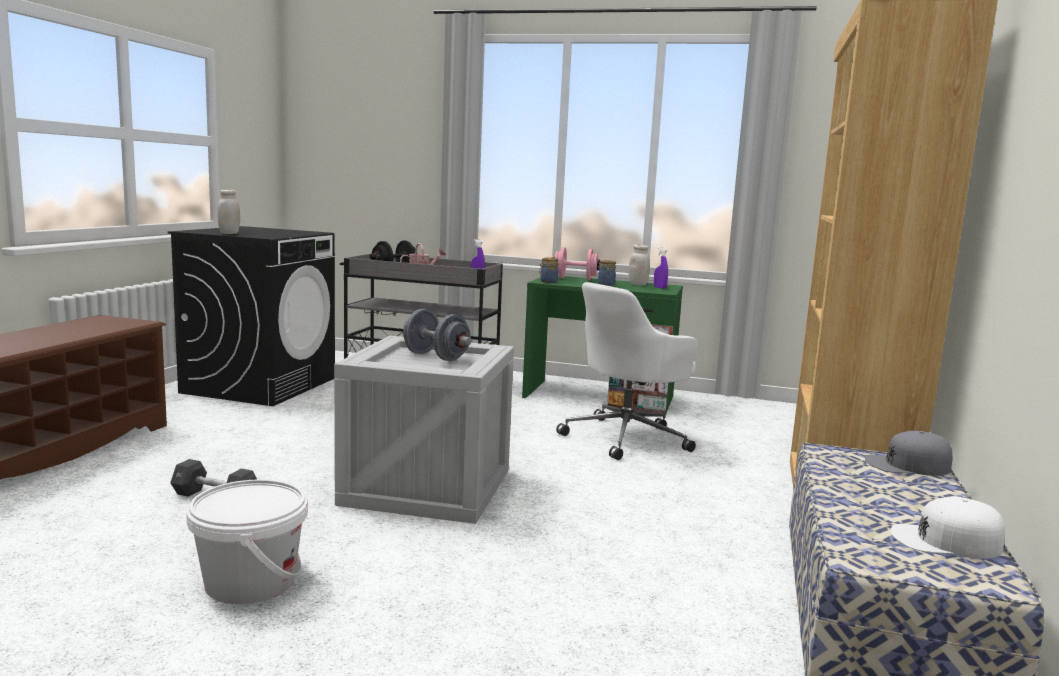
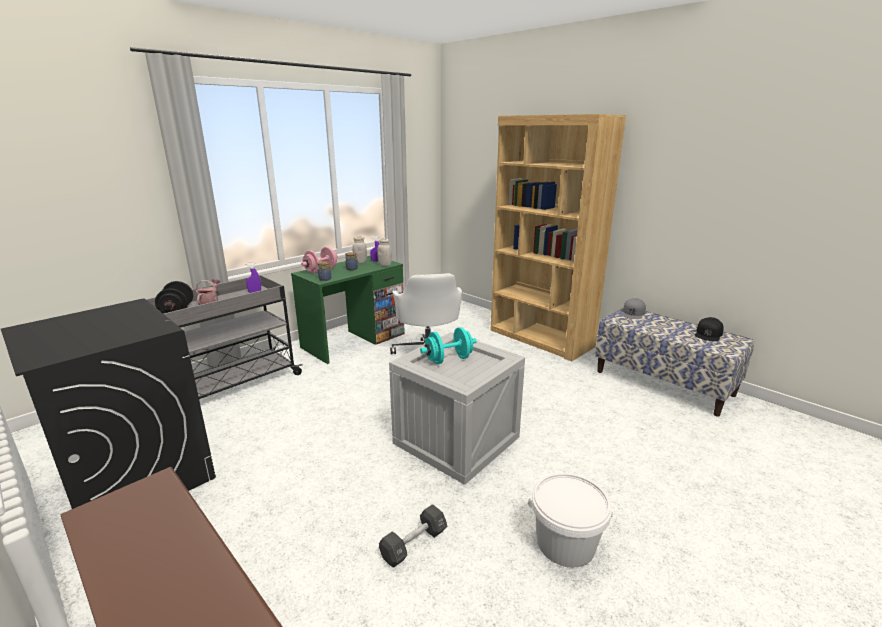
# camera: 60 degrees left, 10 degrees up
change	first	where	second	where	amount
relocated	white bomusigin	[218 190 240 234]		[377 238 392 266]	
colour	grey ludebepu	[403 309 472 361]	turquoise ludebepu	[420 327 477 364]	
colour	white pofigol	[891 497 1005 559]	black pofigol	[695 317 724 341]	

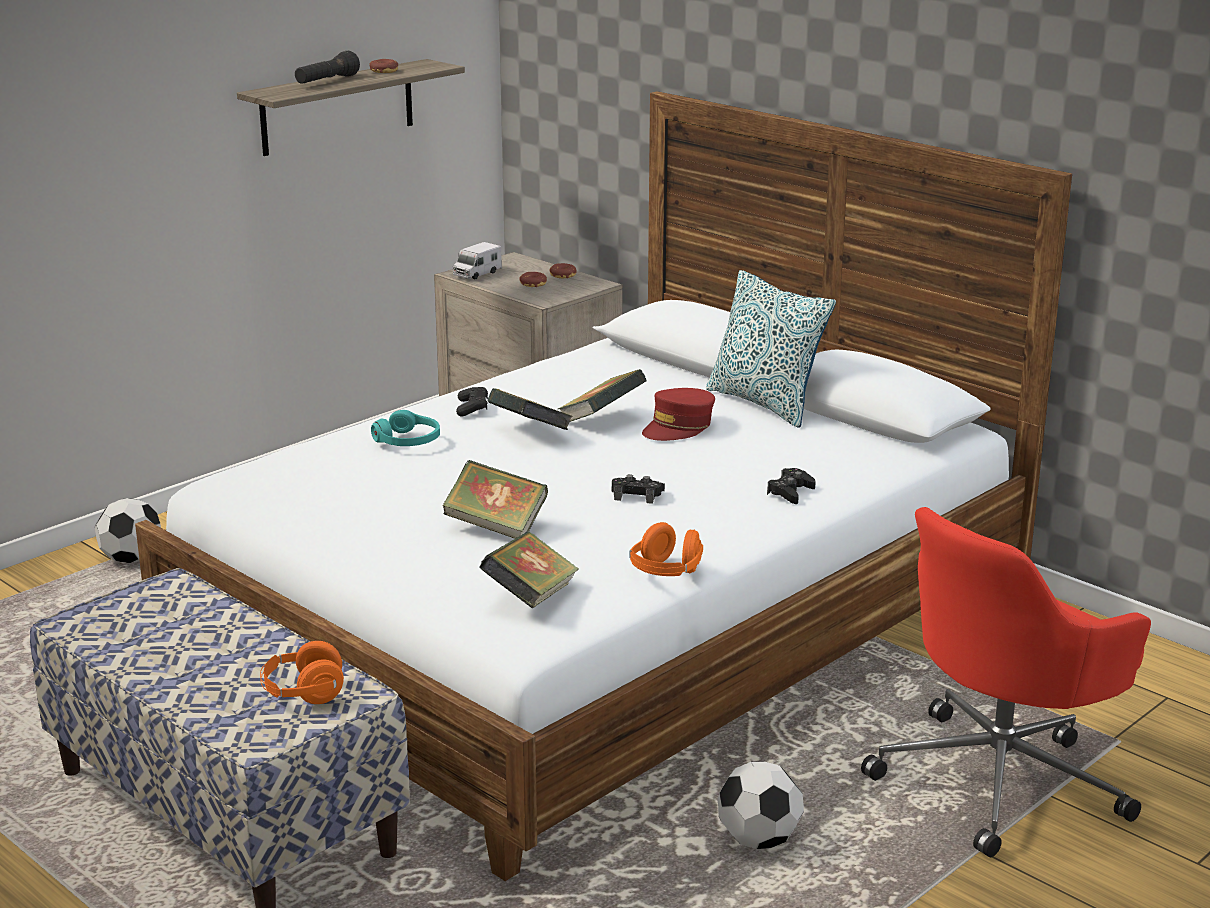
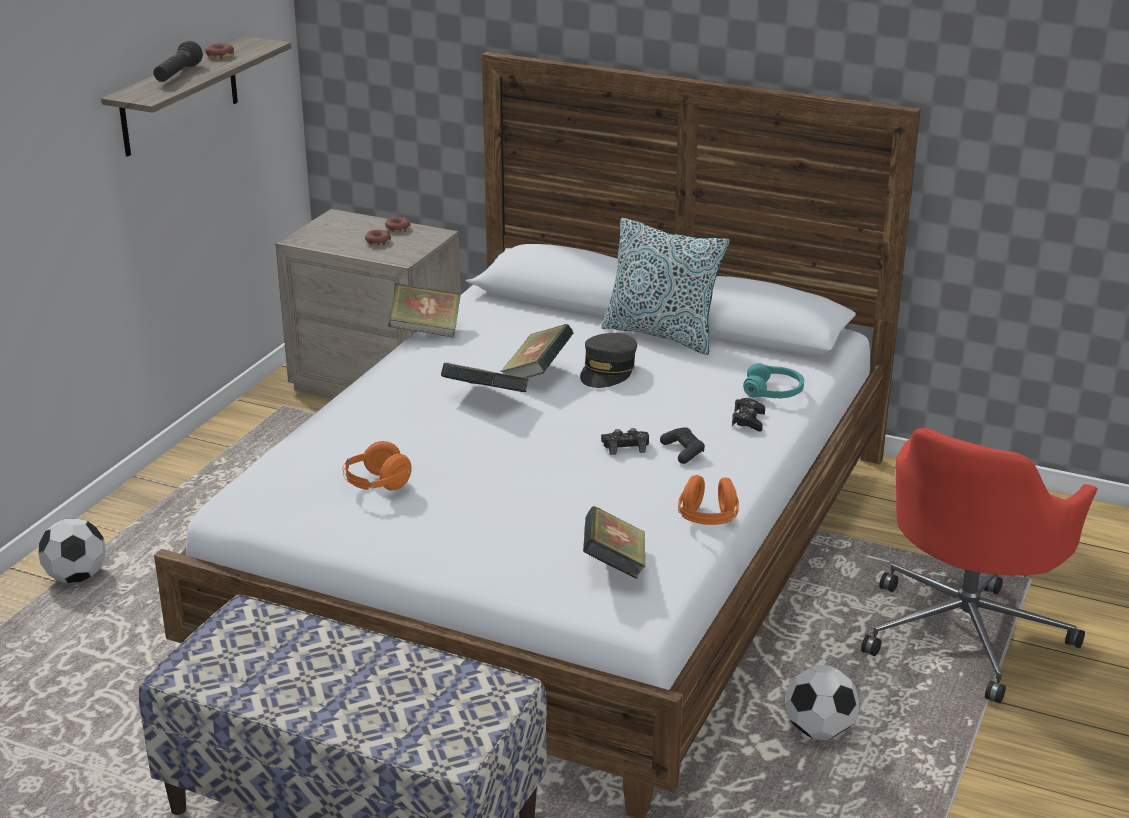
# camera: 20 degrees left, 5 degrees up
change	first	where	second	where	amount
missing	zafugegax	[453 242 502 279]			
relocated	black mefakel	[456 387 488 417]		[660 427 705 464]	
colour	red pofigol	[642 388 715 441]	grey pofigol	[580 333 637 388]	
relocated	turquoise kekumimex	[371 410 440 446]		[743 363 804 398]	
relocated	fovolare	[443 460 548 539]		[388 283 461 338]	
relocated	orange kekumimex	[260 641 344 704]		[343 441 412 490]	

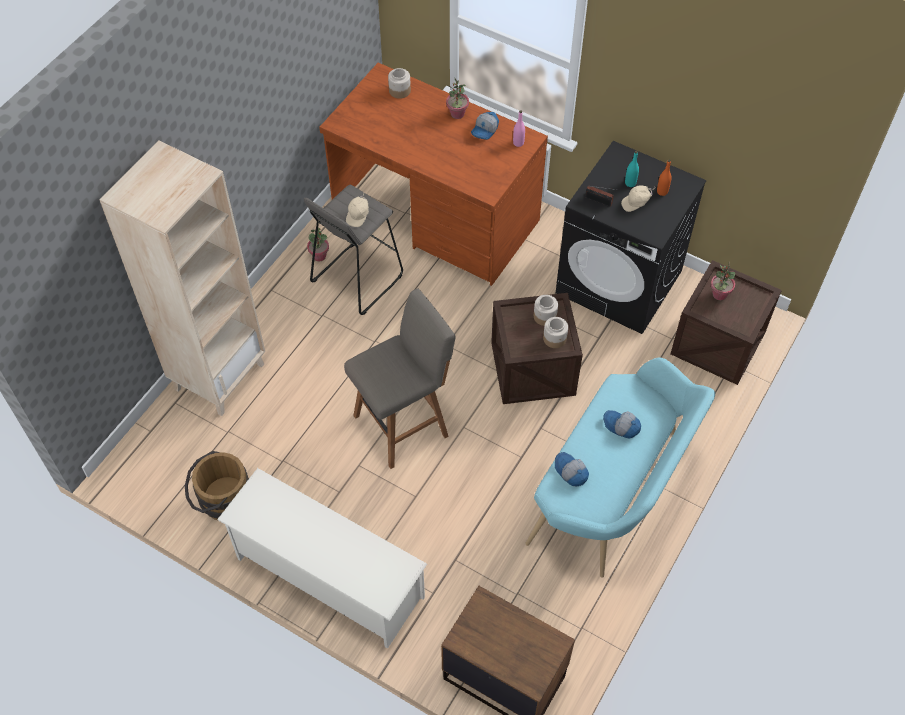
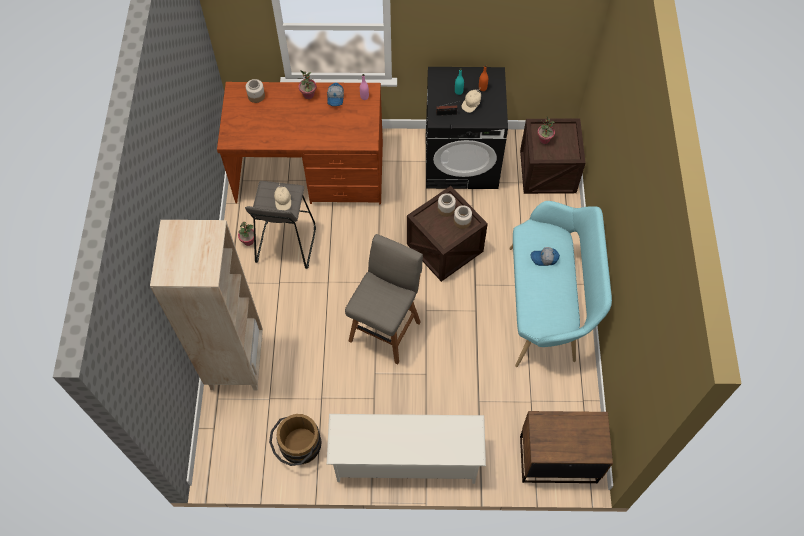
# camera: 30 degrees left, 5 degrees up
change	first	where	second	where	amount
missing	pofigol	[555 452 589 486]			

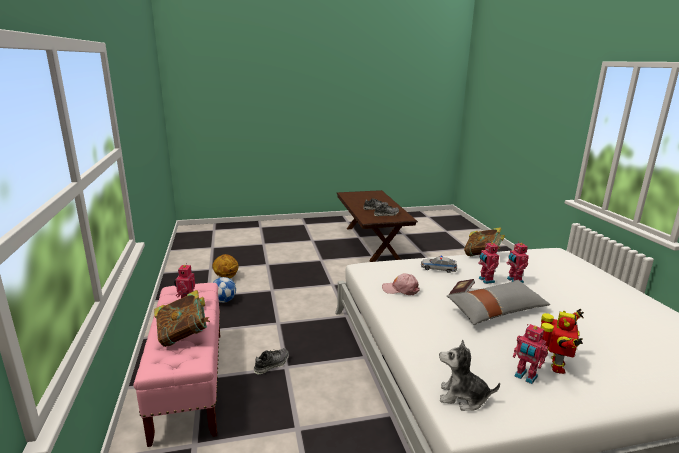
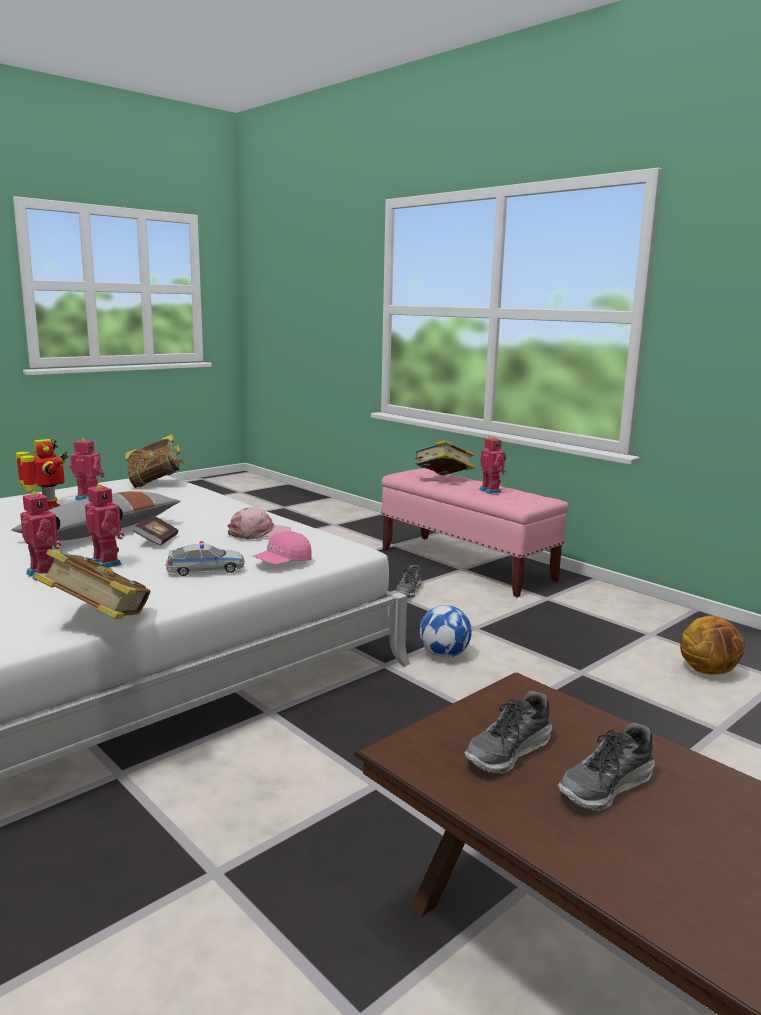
# camera: 150 degrees right, 5 degrees down
change	first	where	second	where	amount
relocated	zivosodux	[213 277 236 303]		[419 605 472 658]	
spun	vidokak	[541 309 584 374]		[15 439 69 510]	150 degrees clockwise
exchanged	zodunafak	[439 340 500 411]	fovolare	[125 434 184 488]	
appeared			pink pofigol	[253 531 311 565]	

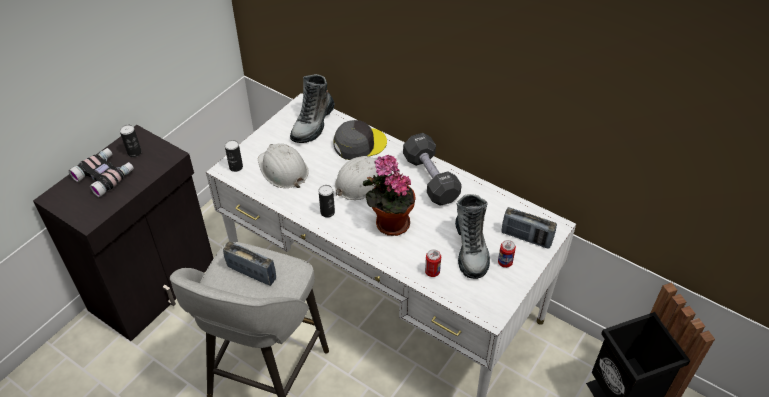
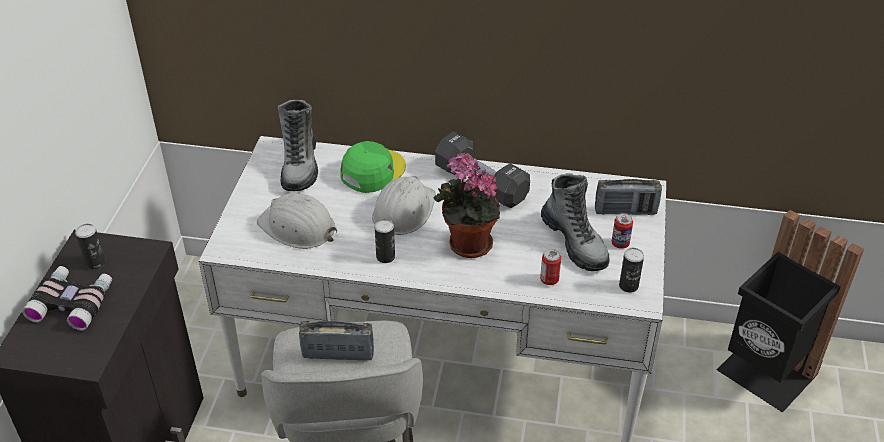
# camera: 25 degrees left, 5 degrees down
change	first	where	second	where	amount
colour	grey pofigol	[334 120 387 160]	green pofigol	[341 141 406 193]	
relocated	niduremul	[225 140 243 172]		[619 248 644 293]	

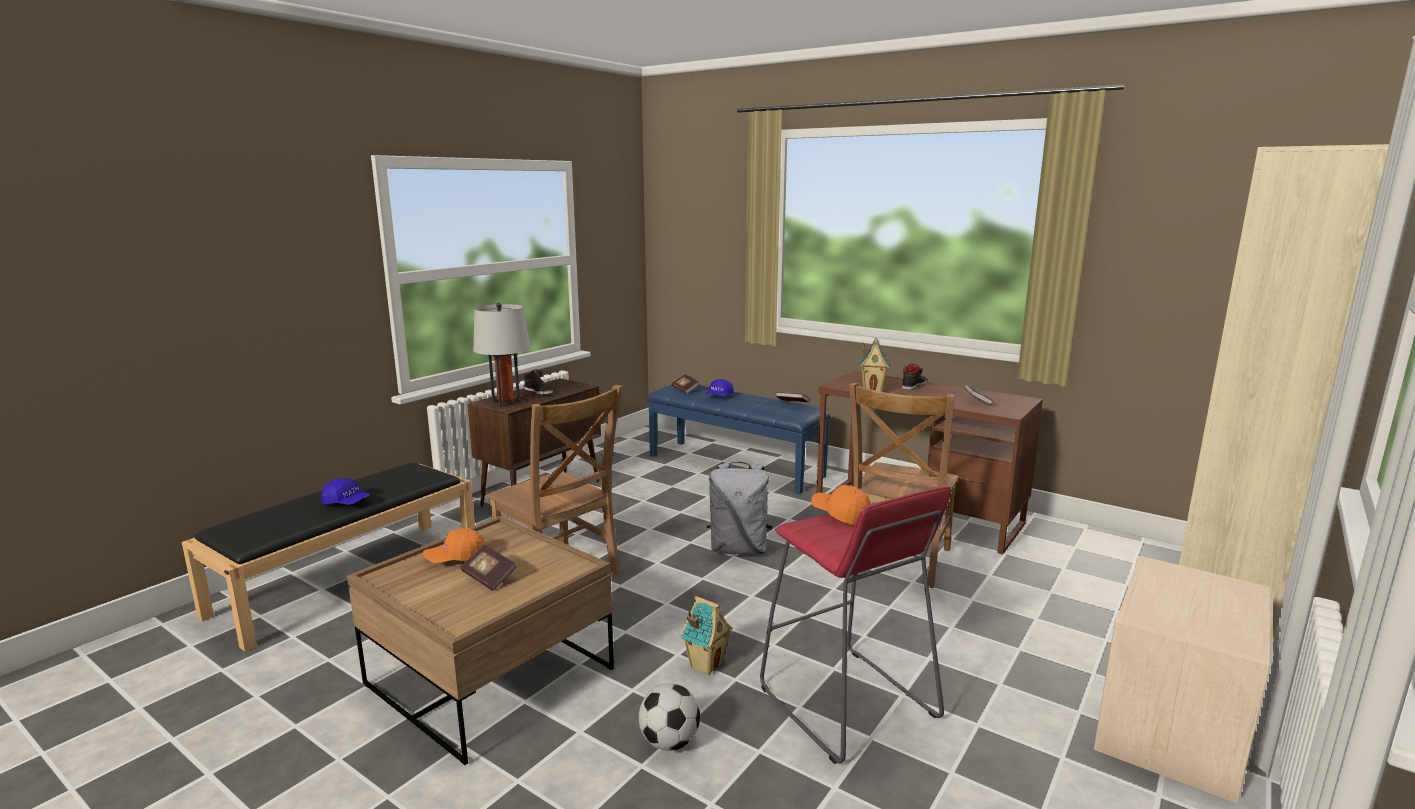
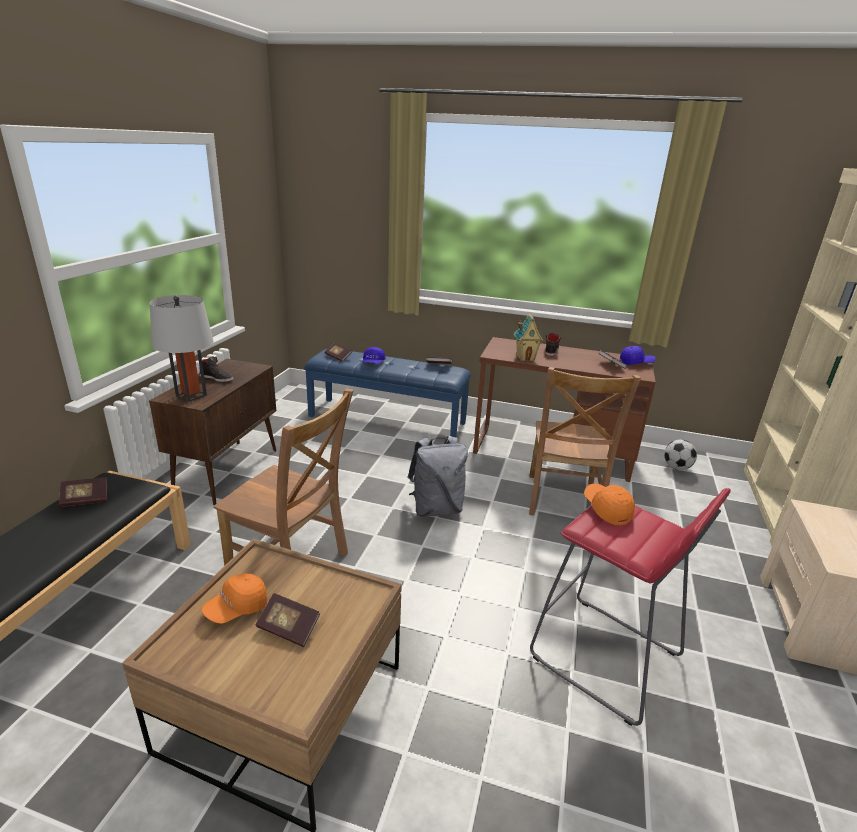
# camera: 20 degrees left, 10 degrees up
change	first	where	second	where	amount
relocated	blue pofigol	[321 478 371 505]		[620 346 656 365]	
spun	orange pofigol	[811 485 871 525]		[584 484 635 525]	45 degrees clockwise
missing	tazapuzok	[680 596 733 675]			
relocated	zivosodux	[639 683 700 751]		[664 440 697 470]	
appeared			fovolare	[59 477 107 507]	

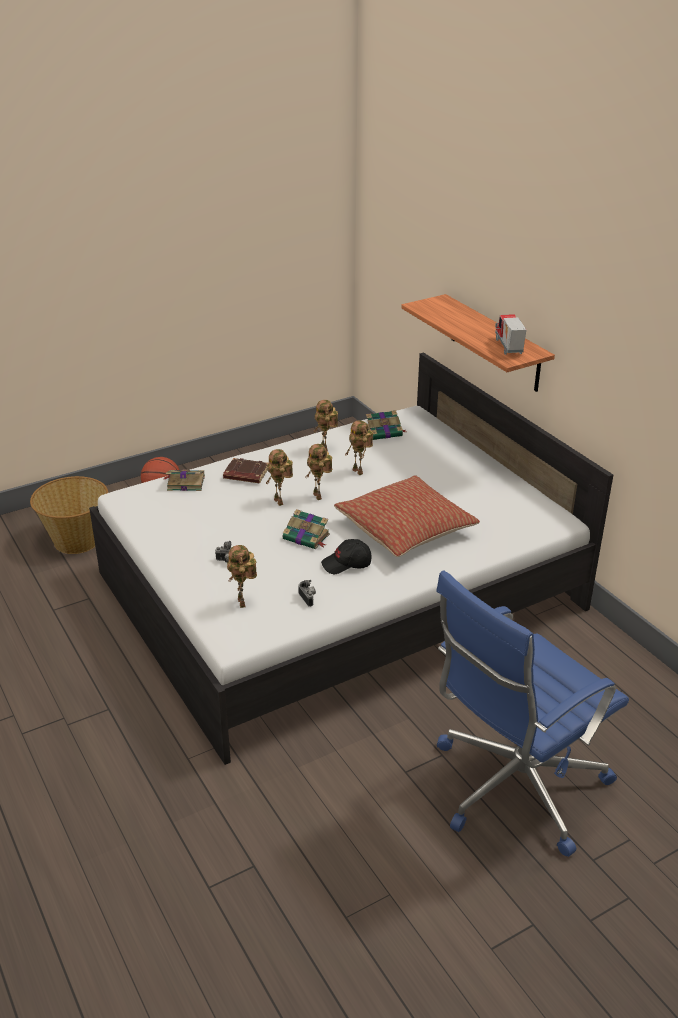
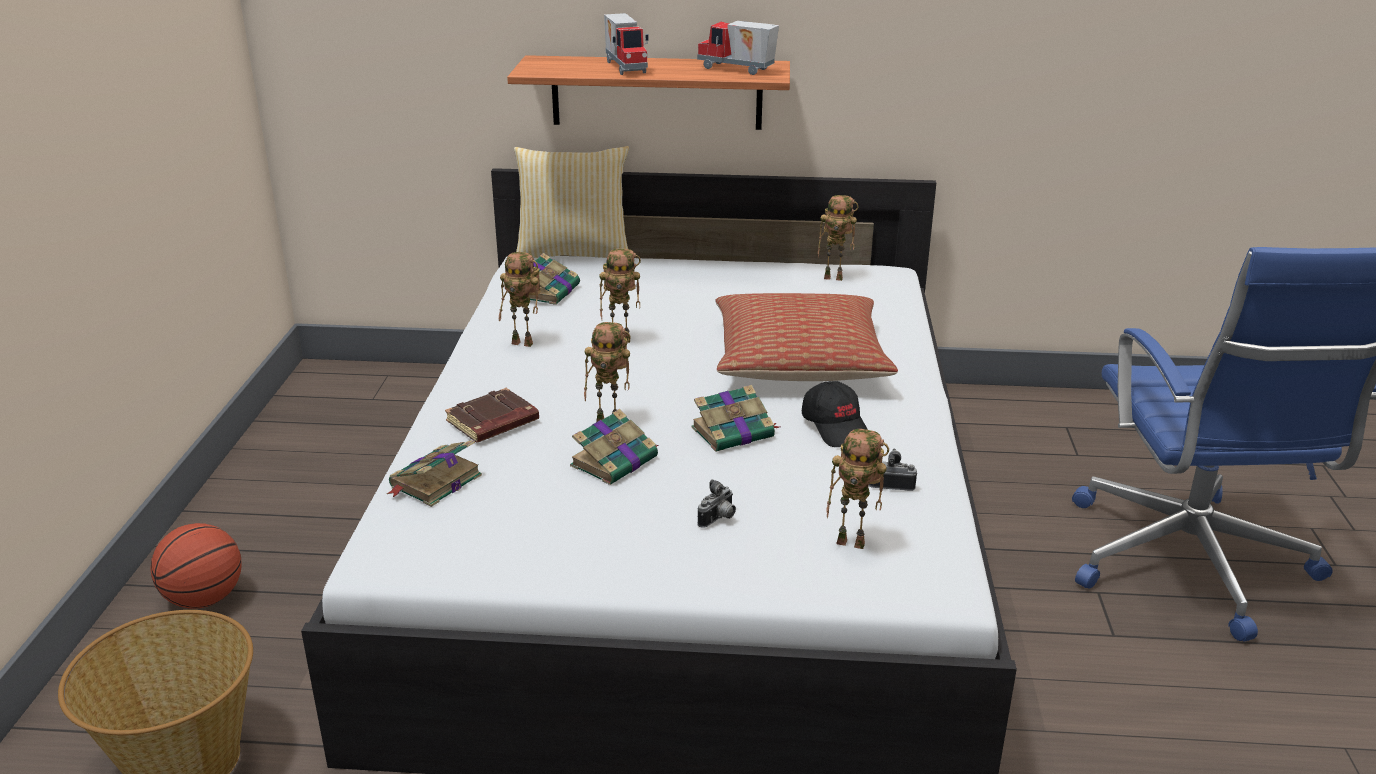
# camera: 55 degrees left, 5 degrees down
change	first	where	second	where	amount
relocated	vidokak	[306 444 332 500]		[818 195 858 281]	
spun	black pofigol	[321 539 372 574]		[802 381 868 447]	45 degrees counterclockwise
appeared			zafugegax	[604 13 649 75]	
appeared			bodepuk	[514 146 629 258]	
appeared			fovolare	[570 409 658 485]	

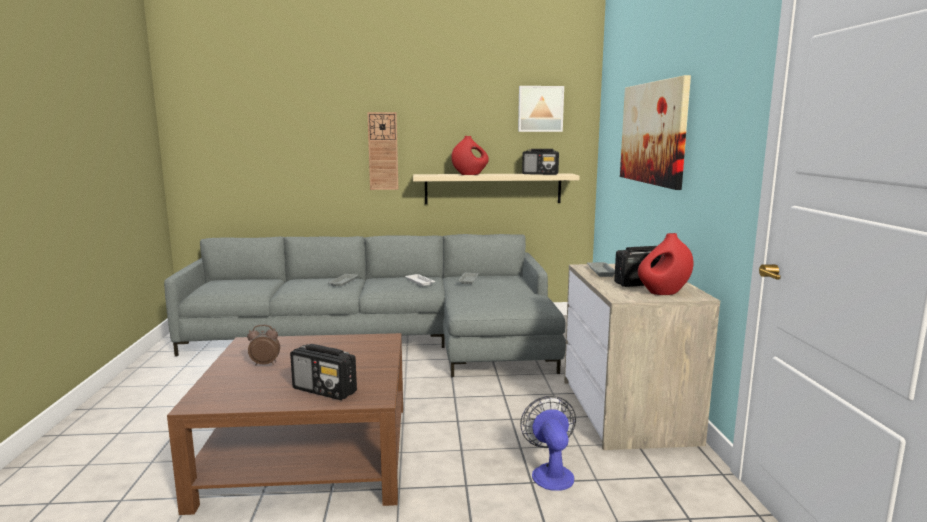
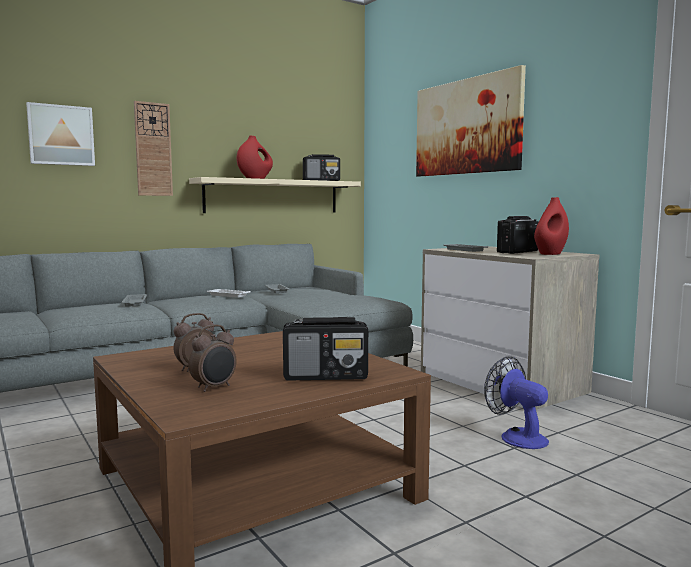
# camera: 30 degrees left, 5 degrees down
change	first	where	second	where	amount
relocated	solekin	[518 86 564 132]		[26 102 95 166]	
appeared			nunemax	[189 324 237 392]	

